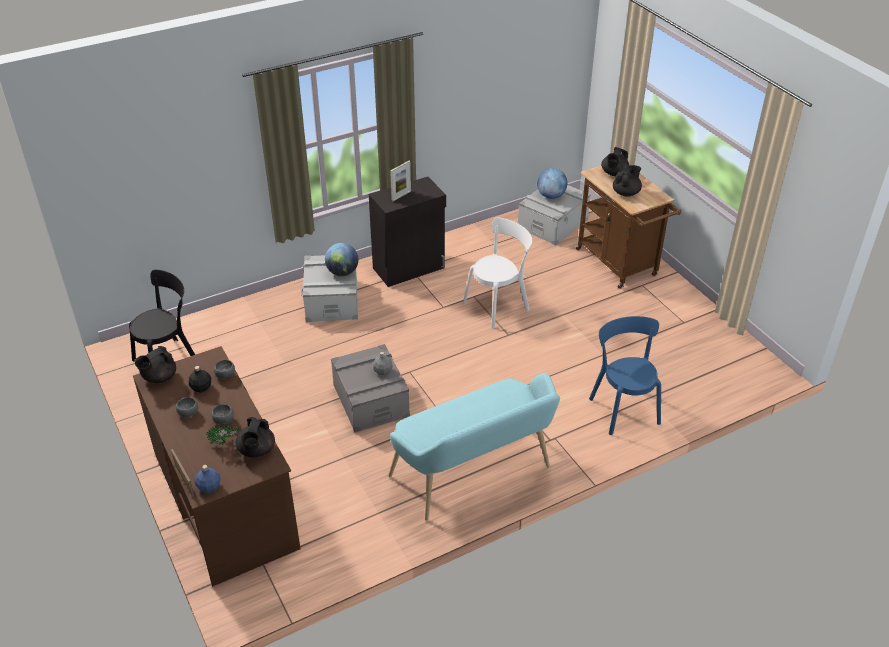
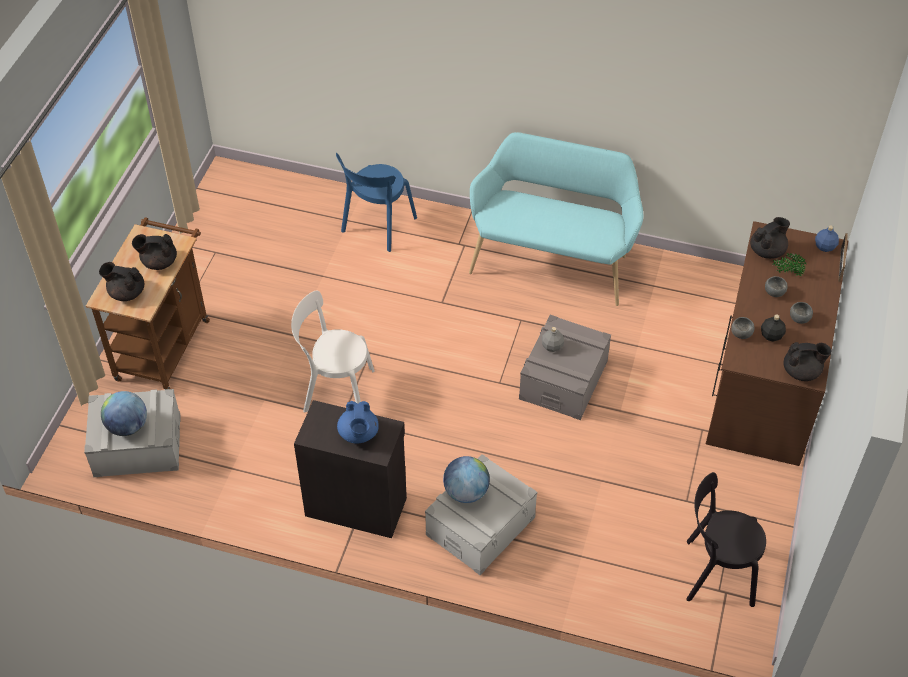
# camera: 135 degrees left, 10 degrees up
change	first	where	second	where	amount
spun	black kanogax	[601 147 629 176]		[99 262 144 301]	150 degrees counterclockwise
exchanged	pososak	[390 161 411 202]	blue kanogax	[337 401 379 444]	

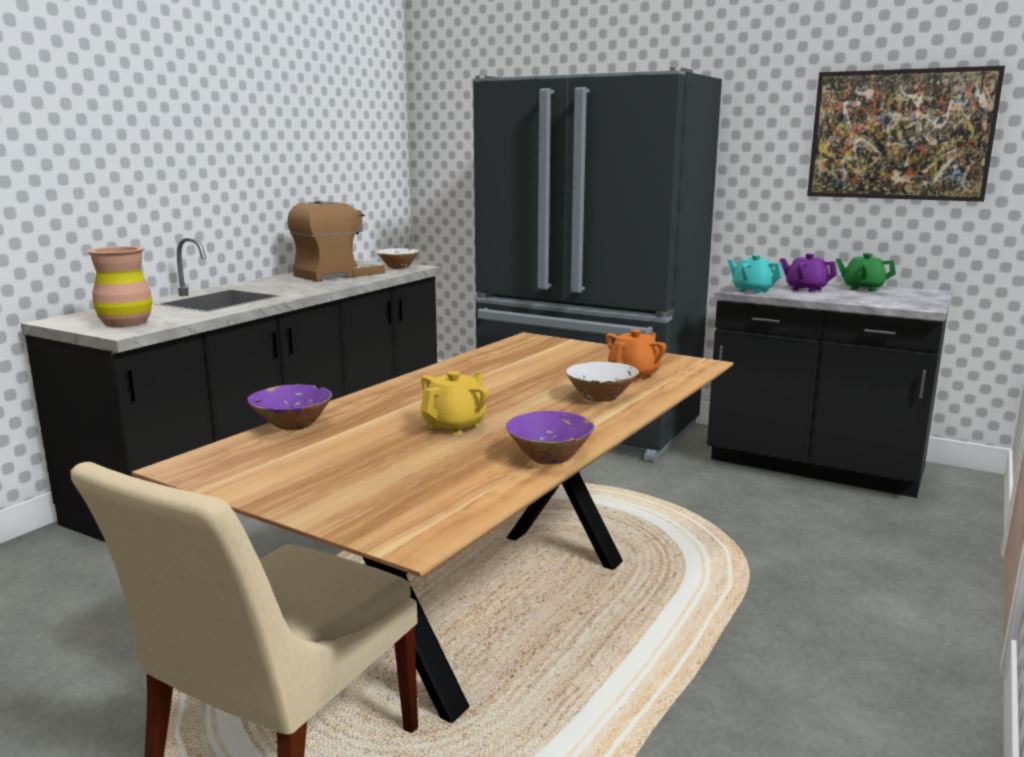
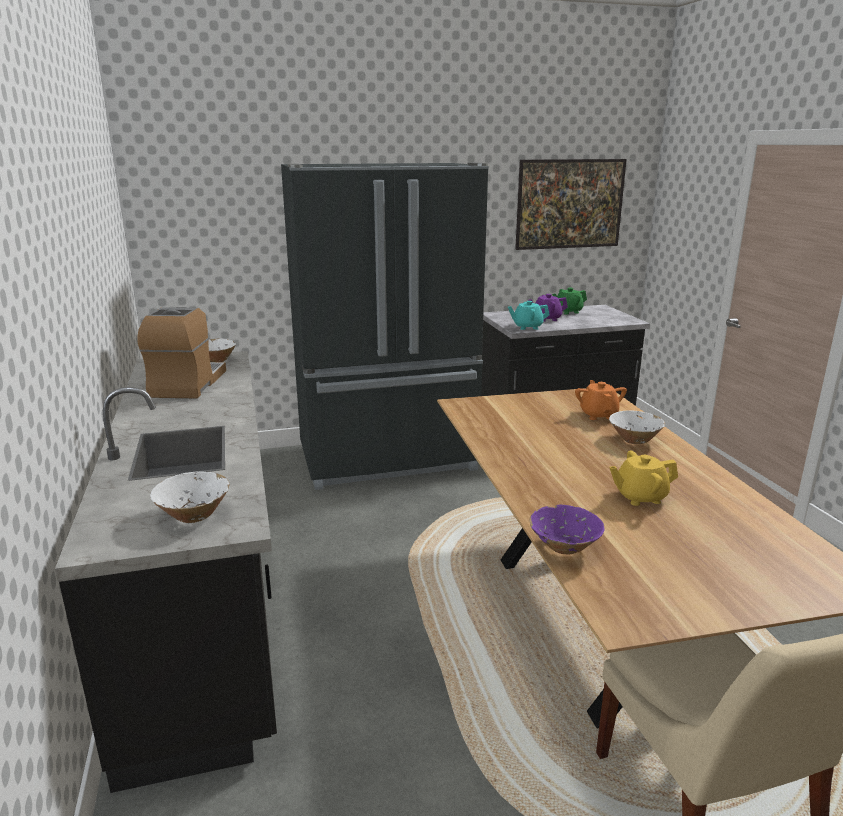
# camera: 45 degrees left, 5 degrees up
change	first	where	second	where	amount
exchanged	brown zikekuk	[86 246 152 327]	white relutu	[150 471 230 523]	
spun	yellow kanogax	[421 371 489 435]		[609 450 678 506]	90 degrees counterclockwise
missing	purple relutu	[506 411 595 465]			

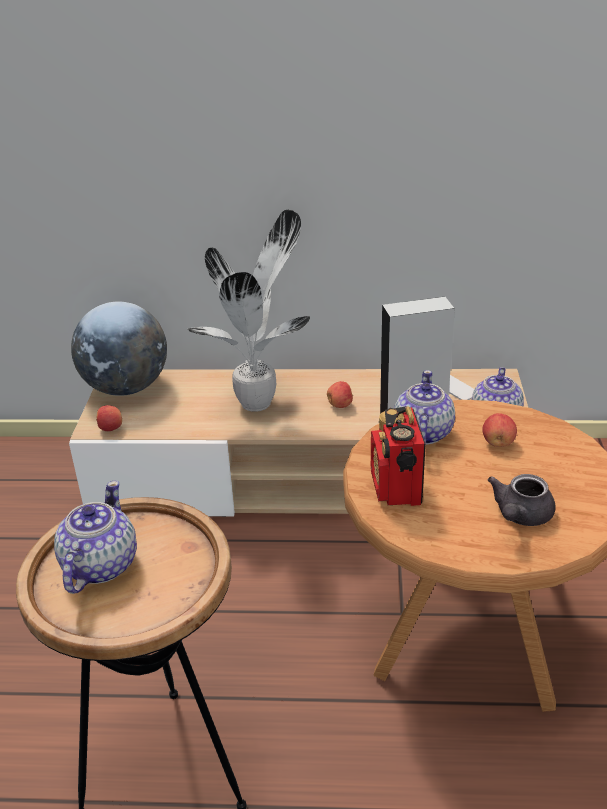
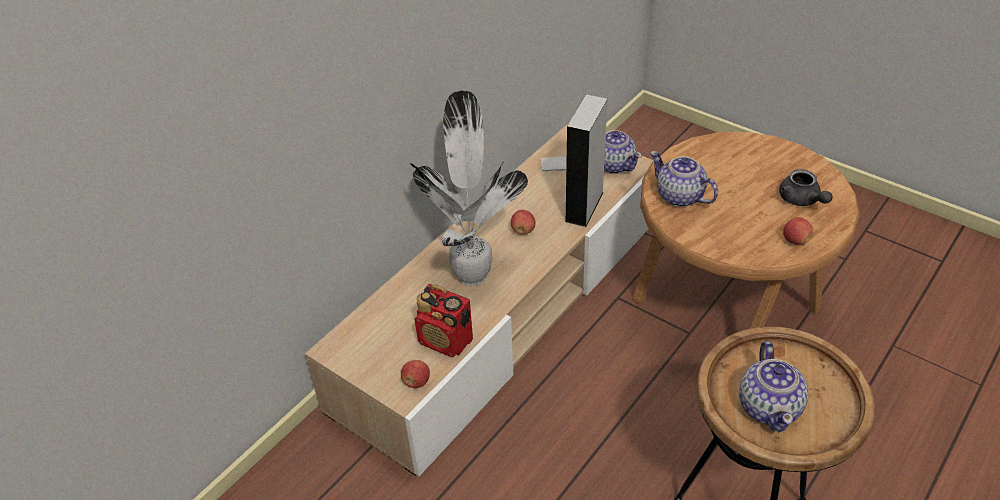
# camera: 55 degrees left, 10 degrees up
change	first	where	second	where	amount
missing	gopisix	[71 301 167 396]			
relocated	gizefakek	[371 406 426 506]		[415 284 473 357]	
relocated	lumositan	[482 413 517 447]		[783 217 813 245]	
spun	kanogax	[54 481 137 594]		[739 341 808 432]	135 degrees counterclockwise

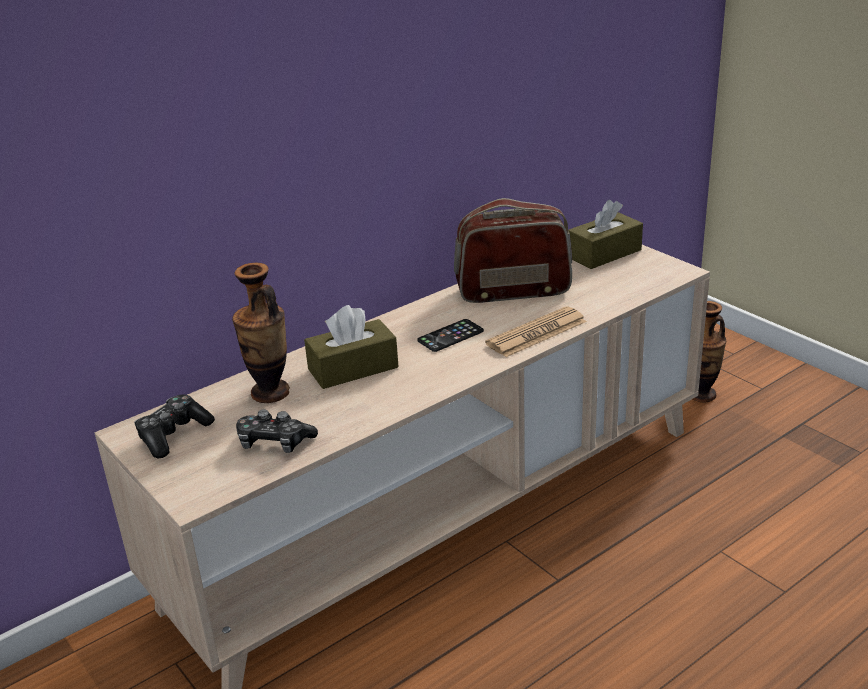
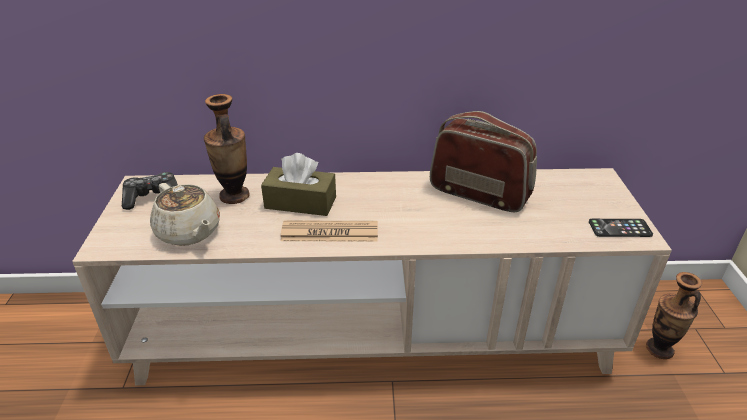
# camera: 35 degrees right, 5 degrees up
change	first	where	second	where	amount
missing	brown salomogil	[568 200 643 269]			
relocated	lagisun	[485 306 587 357]		[280 221 378 242]	
relocated	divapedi	[417 319 484 352]		[589 219 653 237]	
exchanged	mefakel	[236 409 318 453]	beige kanogax	[150 183 220 246]	

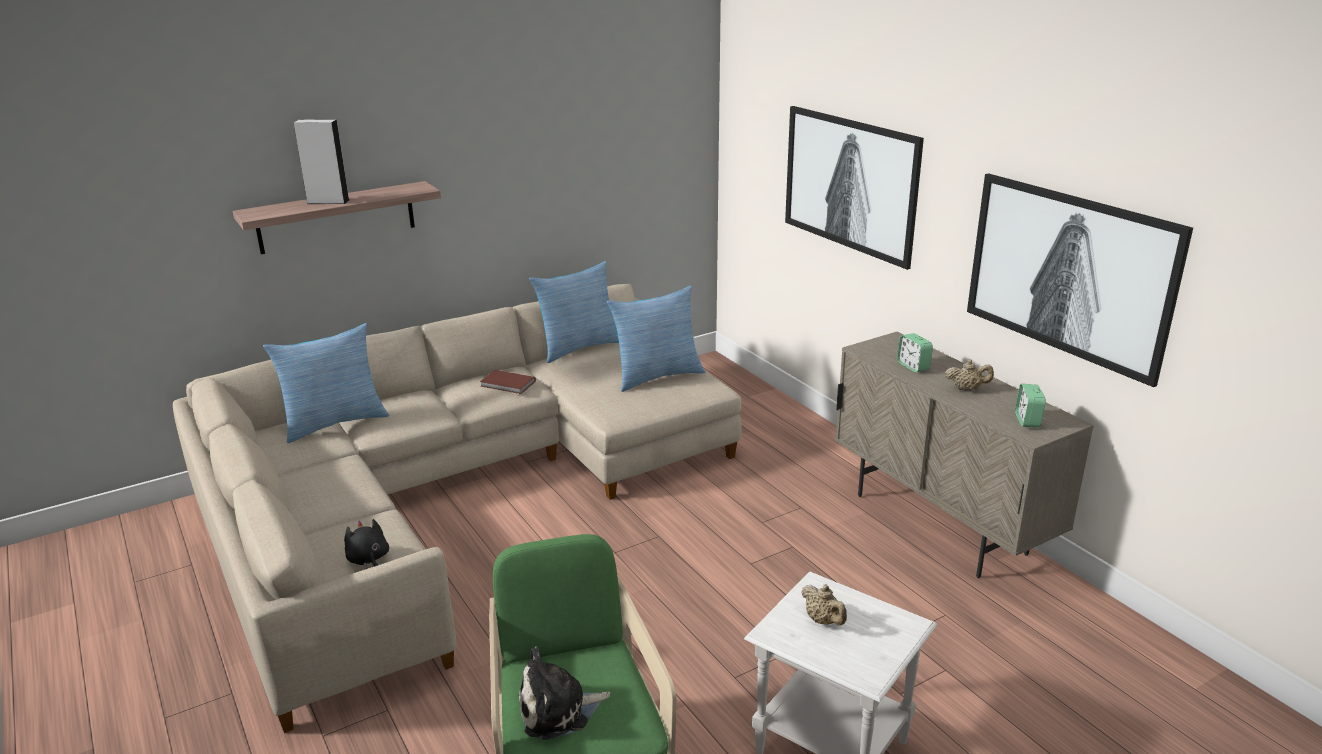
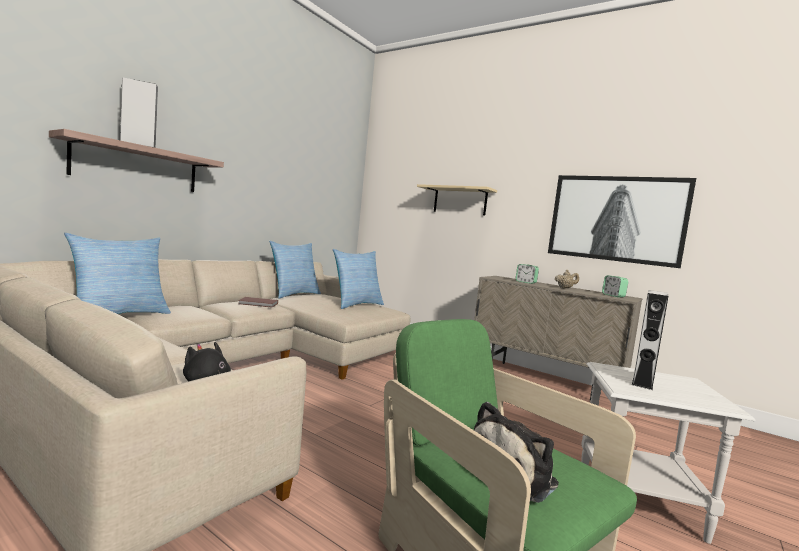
# camera: 25 degrees left, 20 degrees down
change	first	where	second	where	amount
exchanged	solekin	[785 106 924 270]	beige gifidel	[417 184 497 215]	
exchanged	beige kanogax	[801 584 847 625]	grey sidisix	[632 290 668 390]	

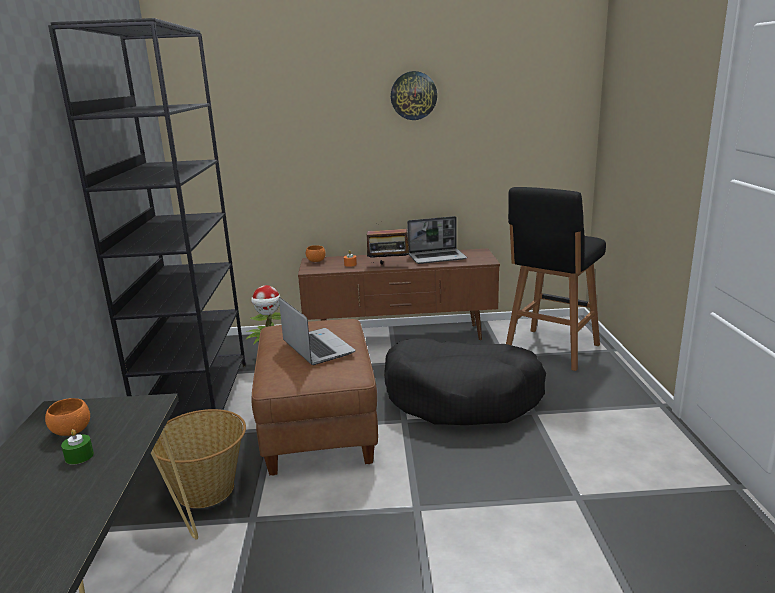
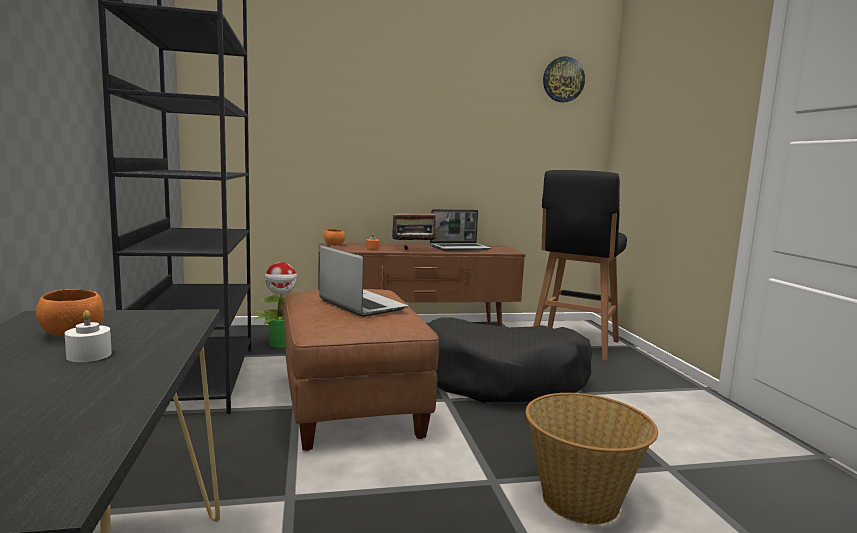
# camera: 10 degrees left, 10 degrees down
change	first	where	second	where	amount
relocated	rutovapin	[391 71 437 120]		[543 56 585 103]	
relocated	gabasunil	[153 409 246 508]		[525 393 658 524]	
colour	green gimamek	[61 429 94 465]	white gimamek	[65 310 112 362]	

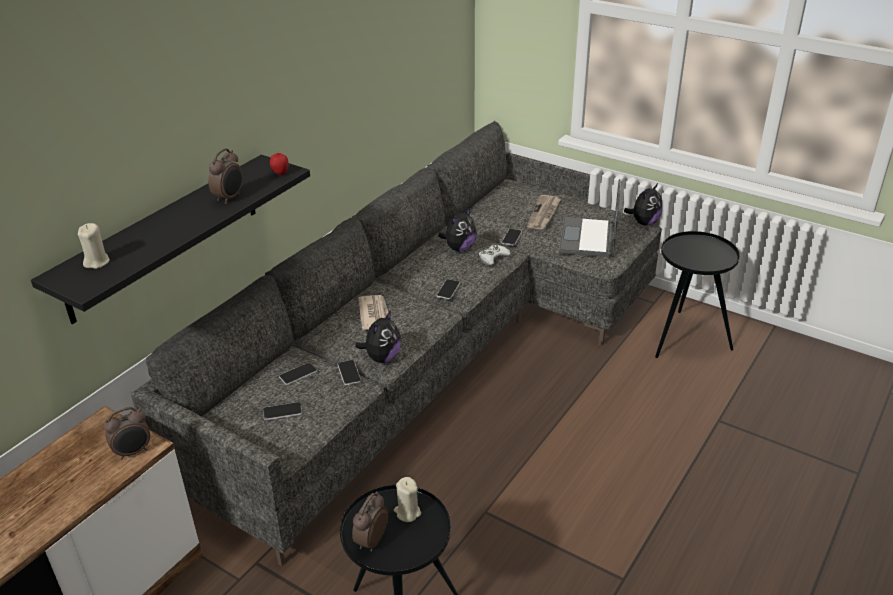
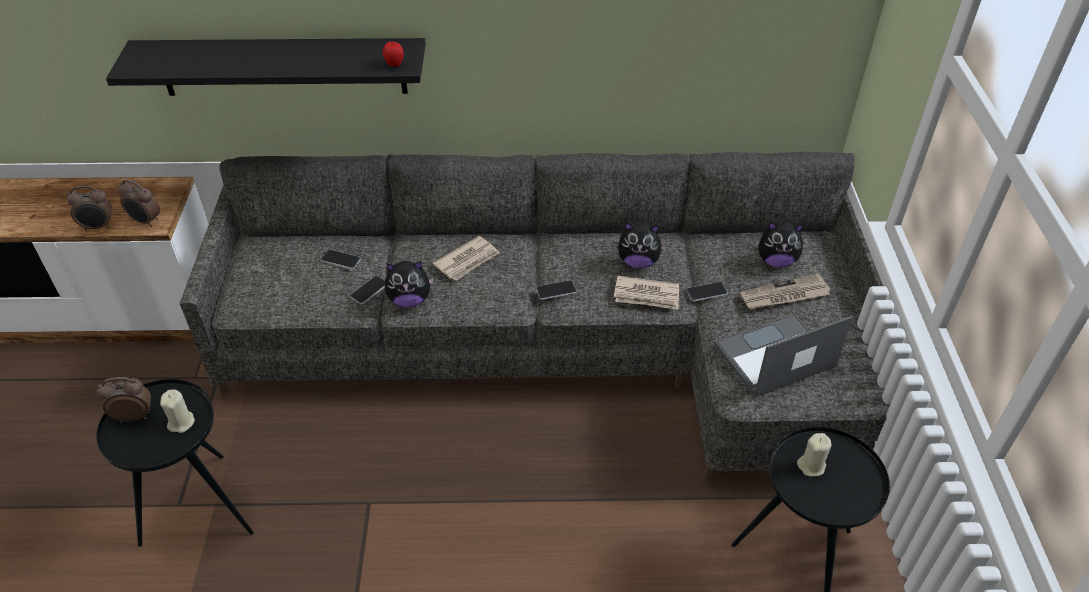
# camera: 55 degrees right, 10 degrees up
change	first	where	second	where	amount
relocated	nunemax	[208 148 243 204]		[66 186 112 231]	
relocated	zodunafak	[624 183 662 226]		[759 222 804 267]	
relocated	beige gimamek	[78 223 110 269]		[797 433 832 477]	
exchanged	white mefakel	[479 245 511 265]	lagisun	[614 276 679 310]	
missing	divapedi	[263 402 302 420]			

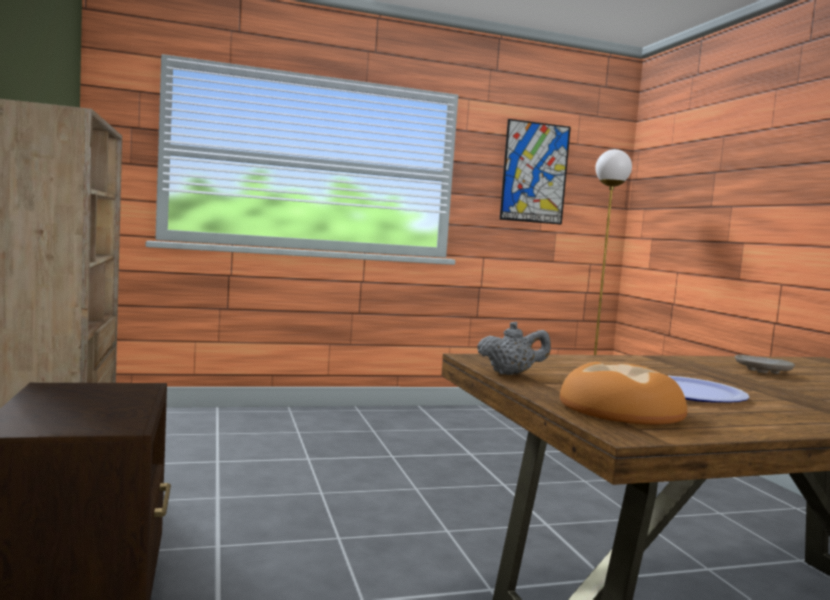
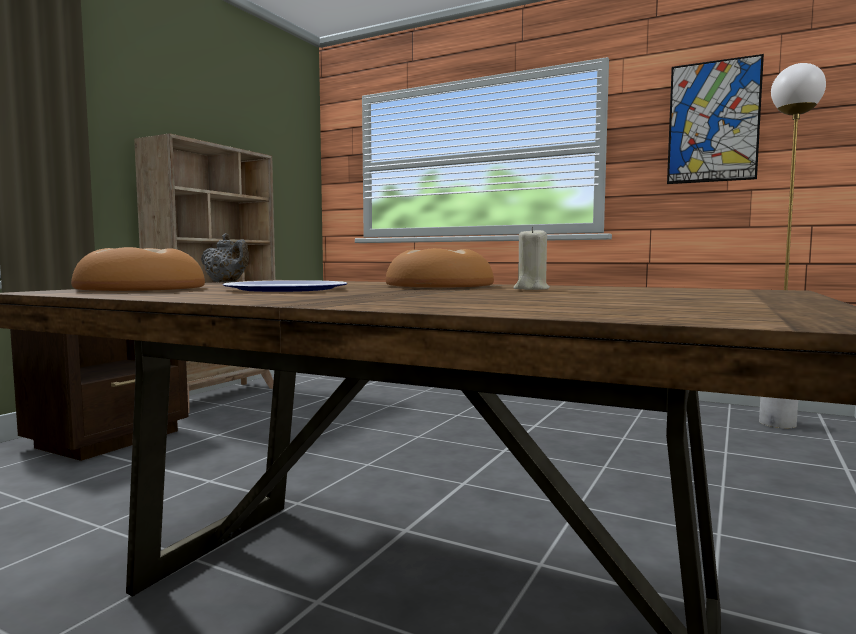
# camera: 45 degrees right, 0 degrees up
change	first	where	second	where	amount
exchanged	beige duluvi	[735 355 795 374]	beige gimamek	[513 227 550 290]	
appeared			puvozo	[386 248 494 288]	

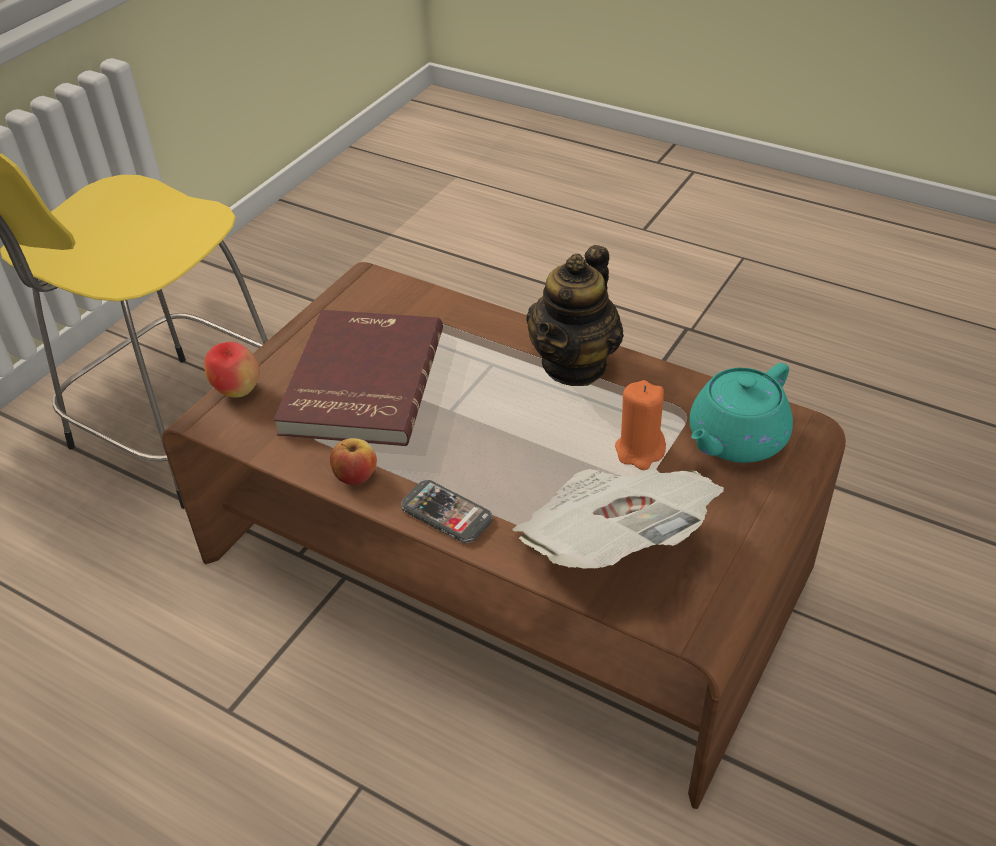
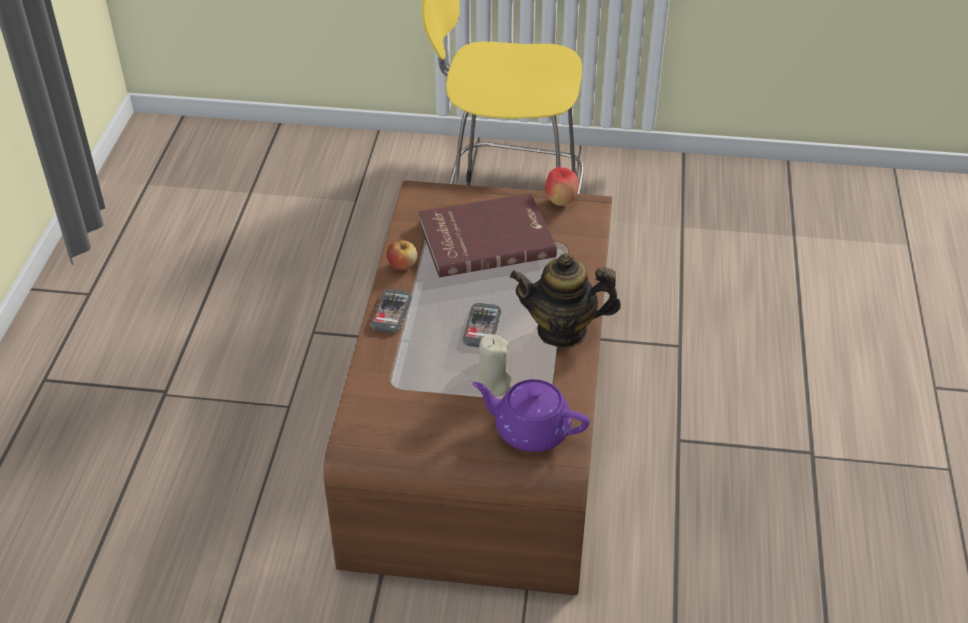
# camera: 65 degrees right, 0 degrees up
change	first	where	second	where	amount
relocated	lumositan	[204 342 260 397]		[545 167 579 206]	
colour	turquoise kanogax	[689 363 793 463]	purple kanogax	[472 379 589 452]	
colour	orange gimamek	[615 380 666 470]	beige gimamek	[474 334 512 397]	
missing	lagisun	[512 469 724 568]			
appeared			divapedi	[462 303 501 347]	

